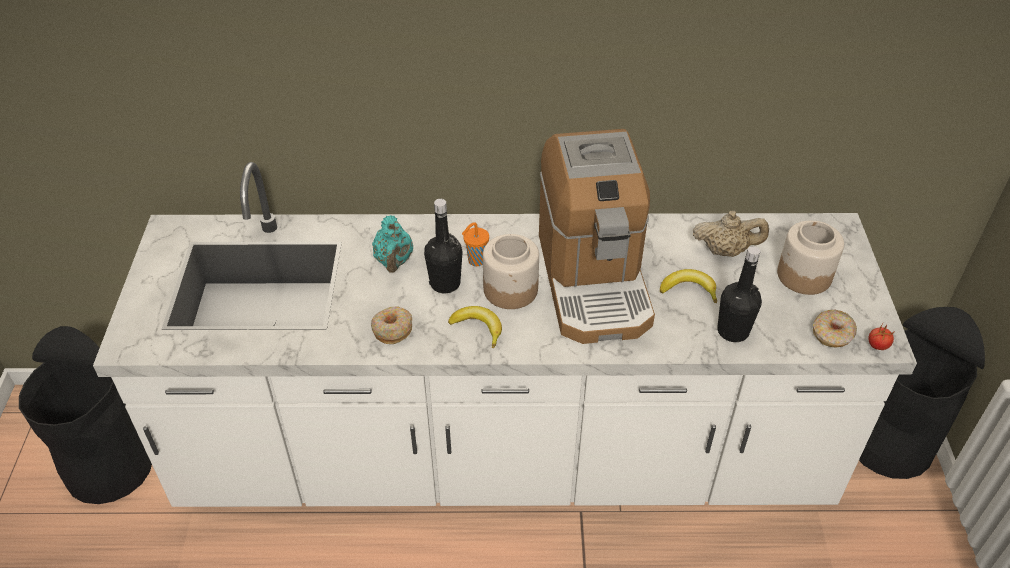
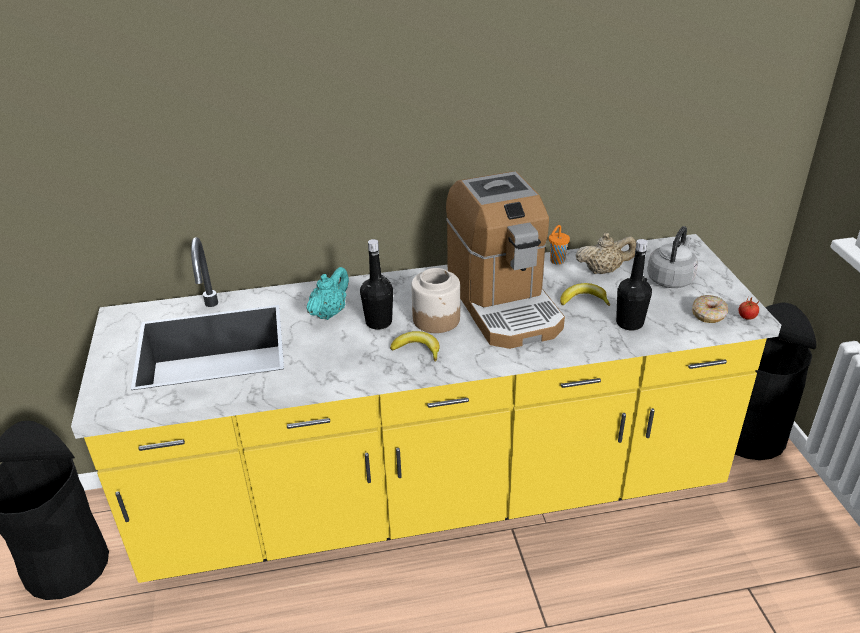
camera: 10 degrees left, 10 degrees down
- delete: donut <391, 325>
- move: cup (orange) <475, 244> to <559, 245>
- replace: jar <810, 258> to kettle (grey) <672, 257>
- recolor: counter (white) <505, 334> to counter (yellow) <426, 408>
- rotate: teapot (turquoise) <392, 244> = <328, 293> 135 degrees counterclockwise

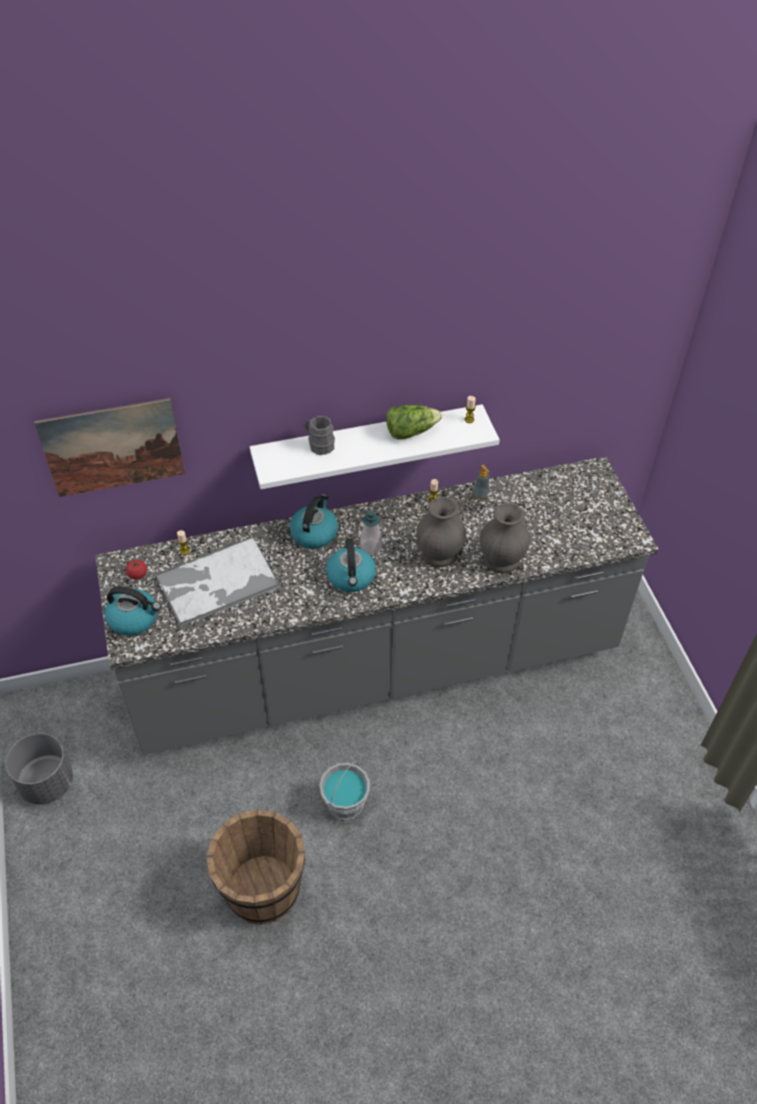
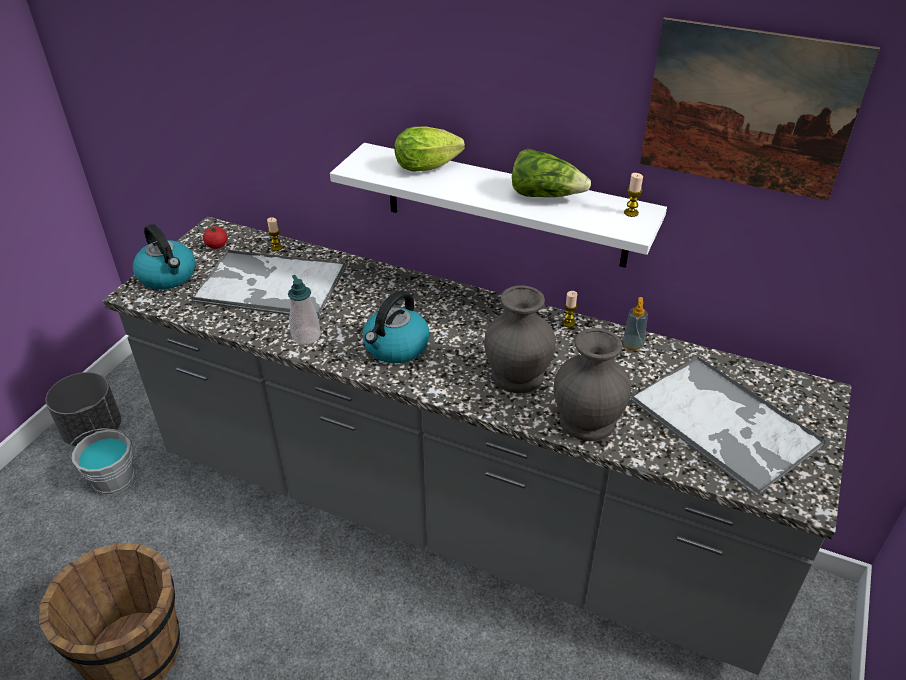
camera: 40 degrees right, 10 degrees down
- delete: kettle <314, 521>
- insert: tray <728, 426>
- move: picture <109, 447> to <760, 109>
- move: bucket (grey) <344, 790> to <102, 461>
- move: soap dispenser <371, 532> to <304, 310>
- replace: mug (grey) <320, 435> to lettuce <429, 149>

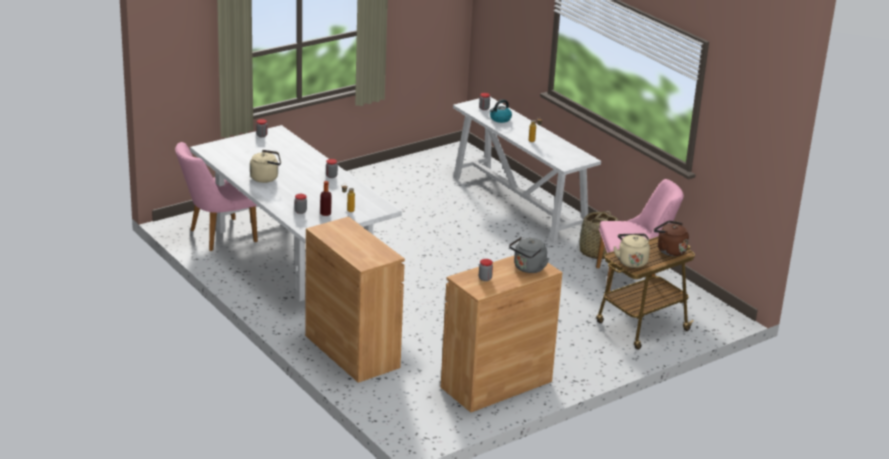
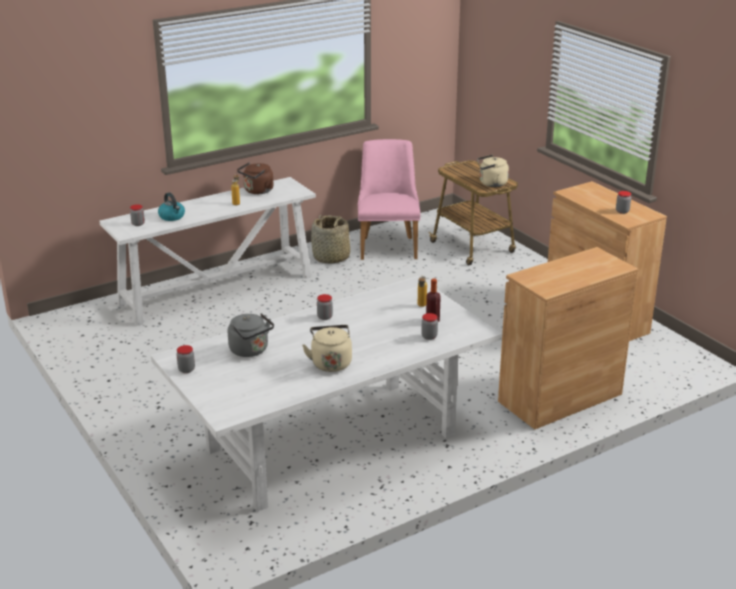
camera: 85 degrees left, 0 degrees up
- delete: chair (pink) <216, 196>
- move: kettle (grey) <529, 255> to <251, 335>
- move: kettle (brown) <671, 238> to <255, 178>

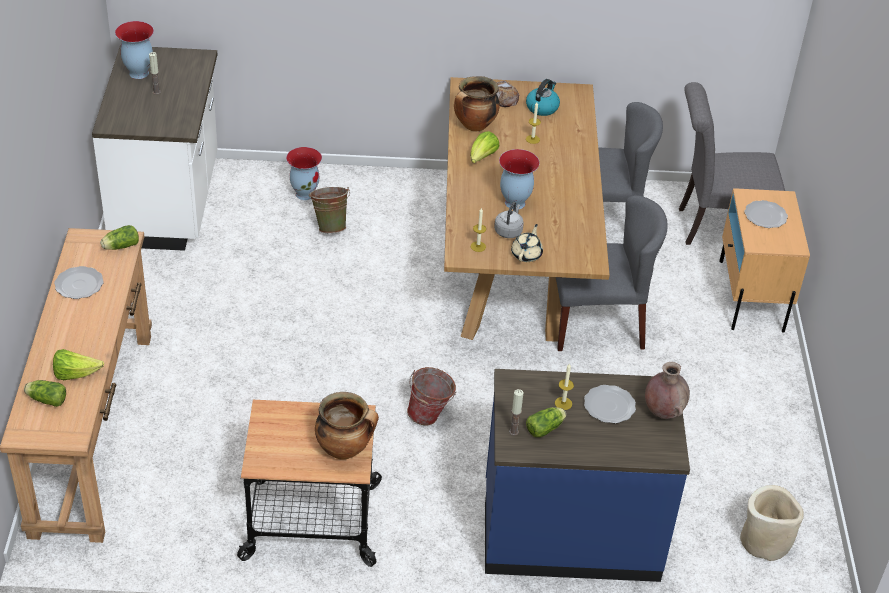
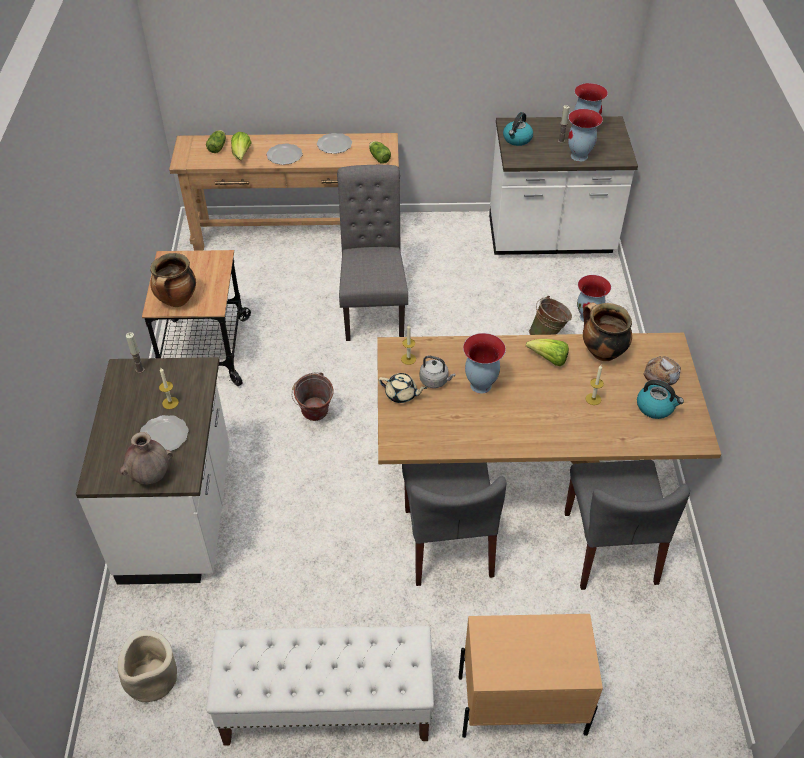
camera: 90 degrees right, 5 degrees up
- delete: lettuce <546, 422>
- insert: bench (white) <320, 686>
- insert: kettle <518, 129>
- insert: vase <585, 135>
- move: chair (grey) <732, 163> to <372, 253>
- move: plate <766, 214> to <284, 154>
- recolor: counter (blue) <587, 475> to counter (white) <152, 471>

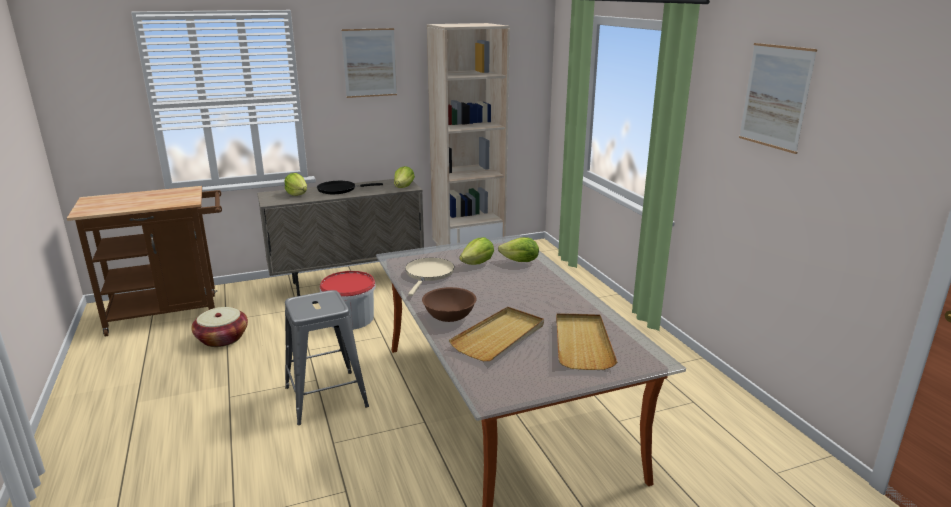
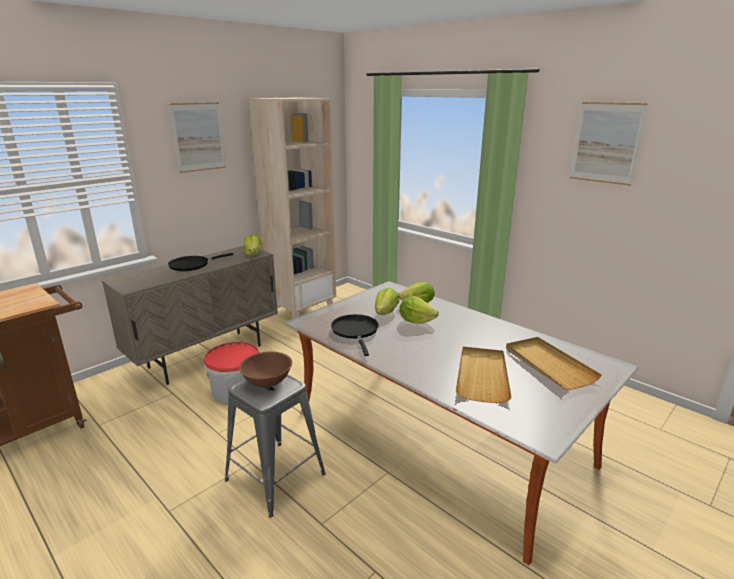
camera: 25 degrees left, 0 degrees up
- delete: basket <219, 327>
- move: lettuce <296, 184> to <419, 310>
- move: bowl (brown) <449, 304> to <265, 369>
- recolor: frying pan (beige) <429, 277> to frying pan (black) <355, 335>

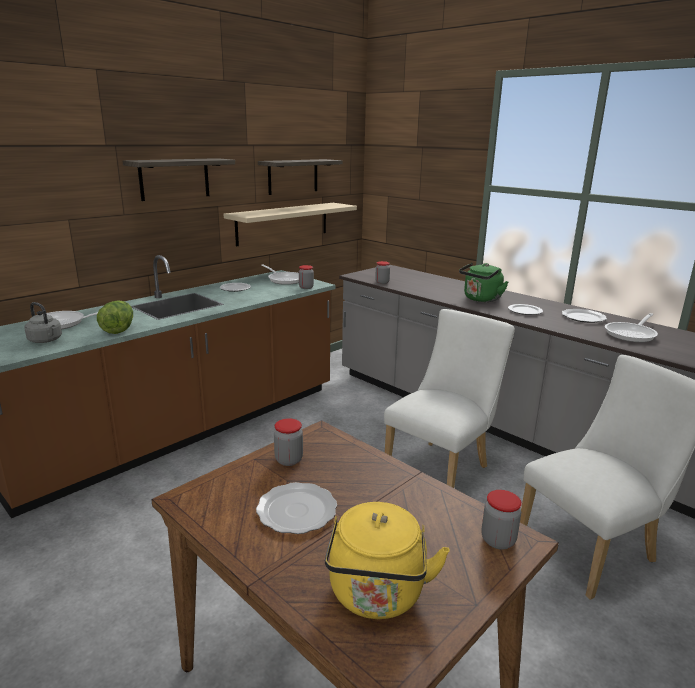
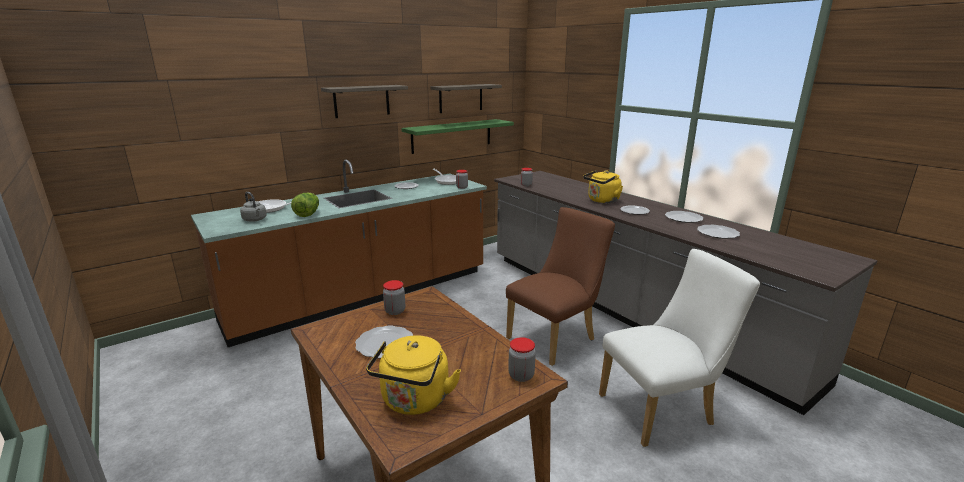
camera: 10 degrees right, 0 degrees up
- replace: frying pan <631, 328> to plate <718, 232>
- recolor: shelf (beige) <290, 224> to shelf (green) <457, 136>
- recolor: chair (white) <449, 398> to chair (brown) <560, 286>
- recolor: kettle (green) <484, 282> to kettle (yellow) <603, 186>

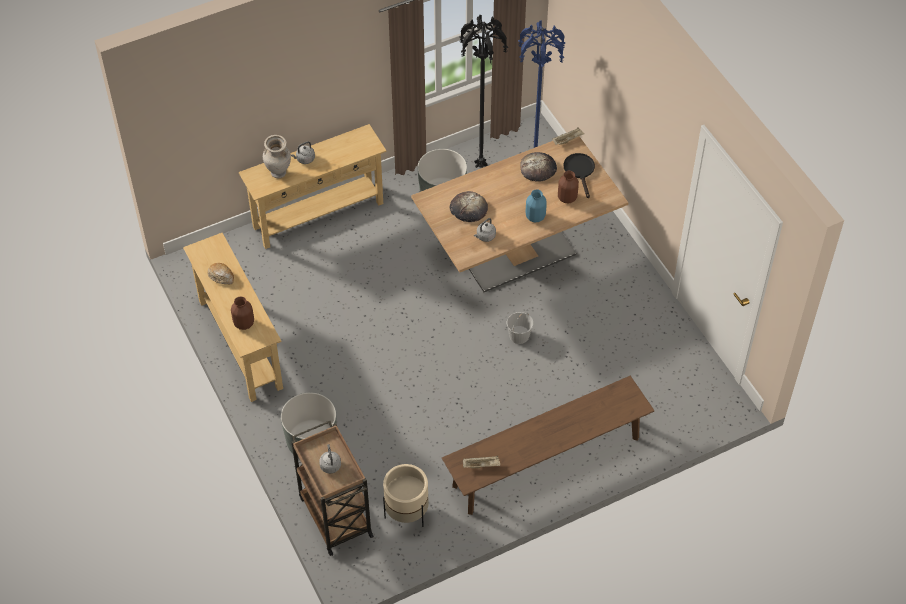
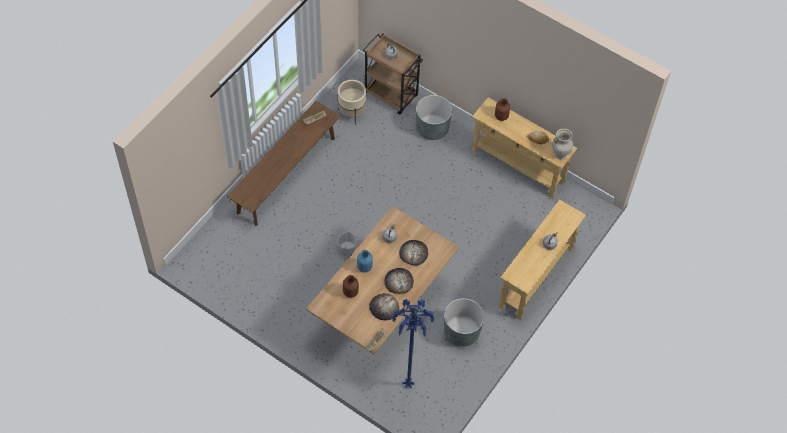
camera: 150 degrees right, 5 degrees up
- delete: floor lamp (black) <483, 91>
- delete: frying pan (black) <579, 175>
- insert: bread <399, 281>
- move: vase (beige) <277, 156> to <562, 143>

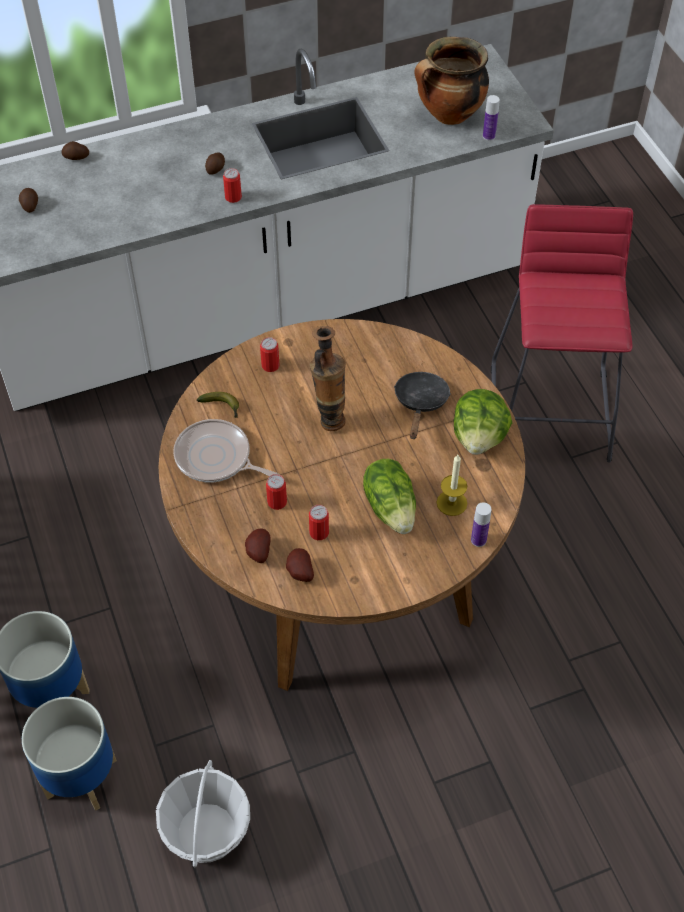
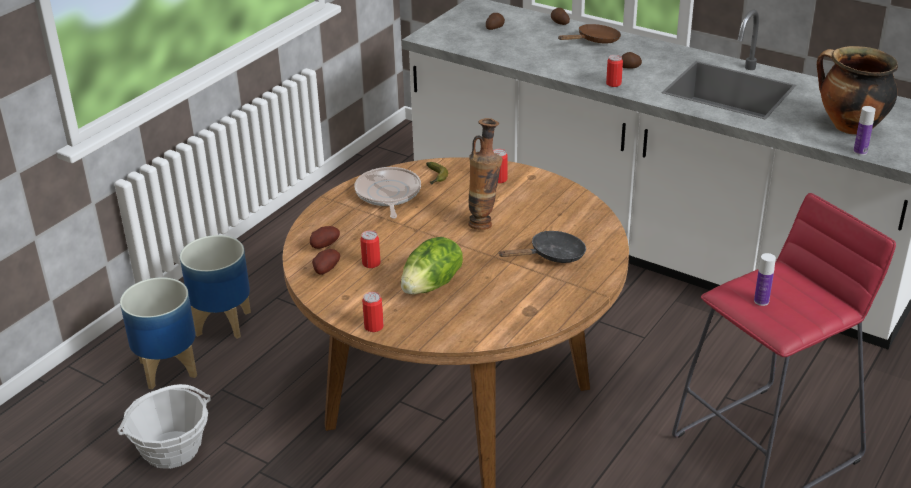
camera: 55 degrees right, 20 degrees down
- delete: candle <451, 485>
- delete: lettuce <483, 422>
- insert: frying pan (brown) <589, 33>
- move: can <276, 492> to <373, 312>
- move: bottle <481, 524> to <765, 279>

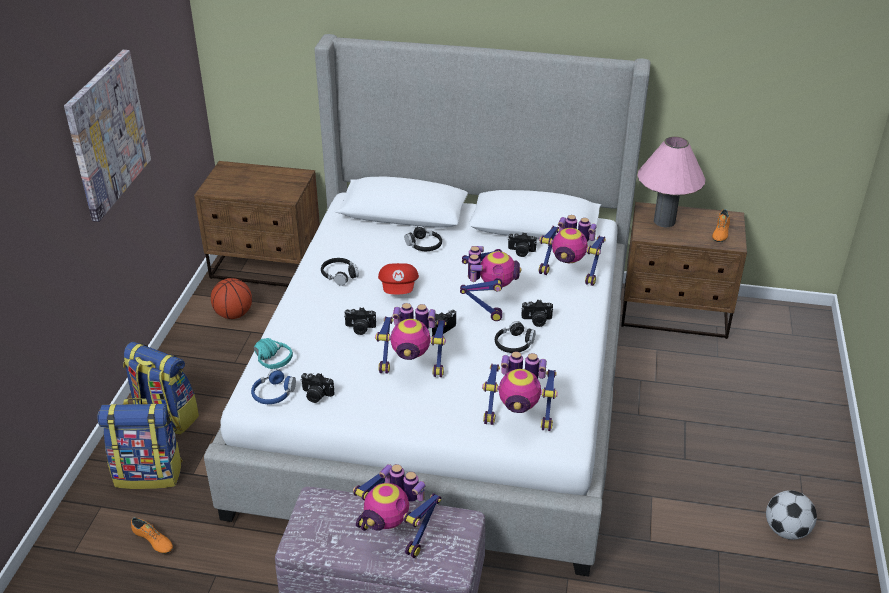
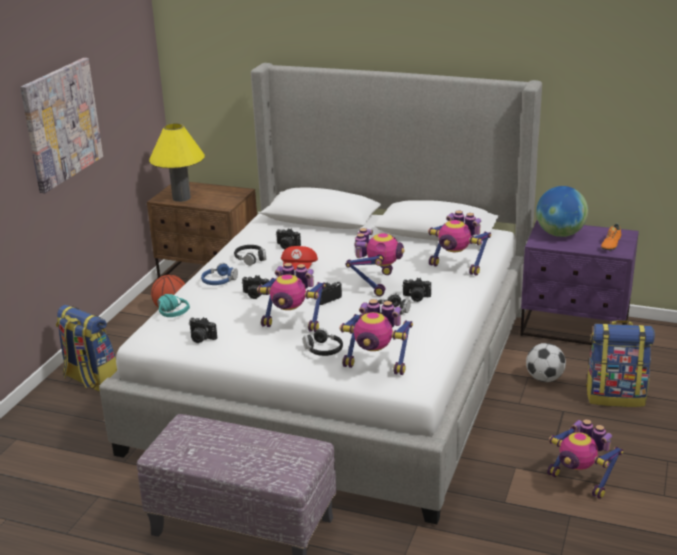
camera: 10 degrees right, 10 degrees down
- delete: shoe (orange) <152, 535>
- insert: table lamp (yellow) <177, 162>
- move: backpack <140, 443> to <620, 363>
- move: headphones (blue) <273, 386> to <219, 274>
- move: toy robot <397, 511> to <585, 459>
- move: headphones (black) <423, 238> to <323, 342>
- move: photo camera <522, 244> to <288, 238>
- move: football <791, 515> to <546, 362>
- replace: table lamp (pink) <671, 181> to globe <562, 211>
- recolor: nightstand (brown) <684, 270> to nightstand (purple) <579, 282>

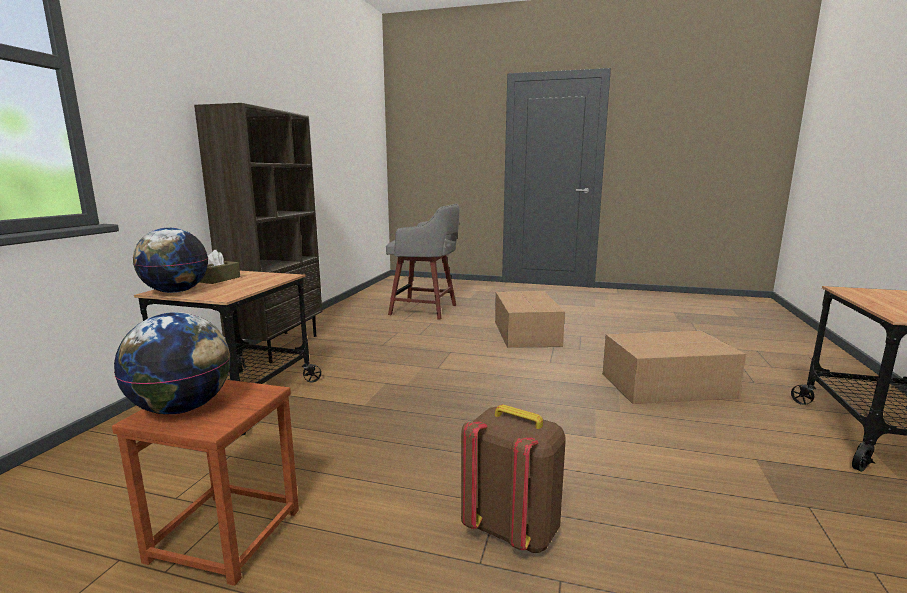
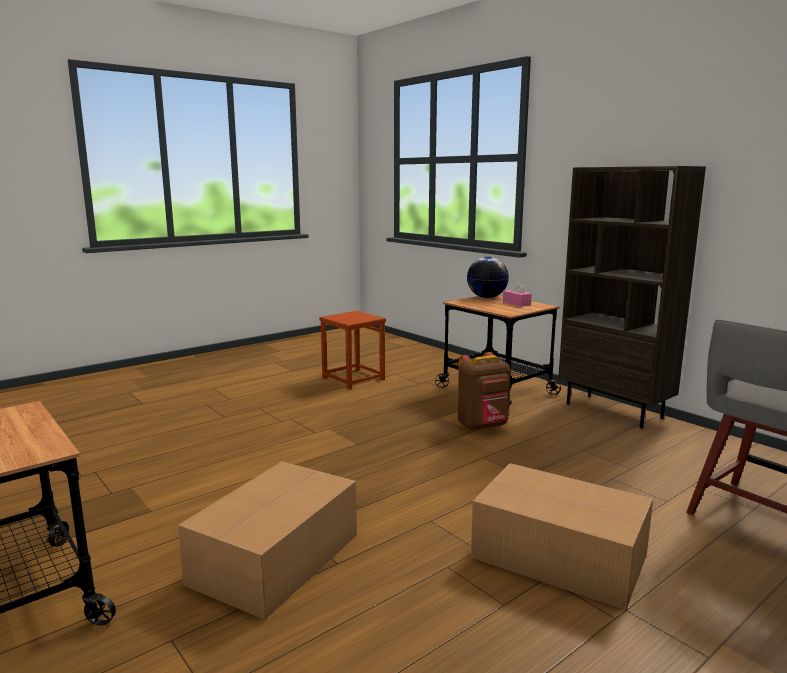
camera: 125 degrees right, 0 degrees up
- delete: globe <172, 363>
- move: backpack (brown) <513, 479> to <484, 391>
- recolor: tissue box (brown) <220, 267> to tissue box (pink) <517, 294>

